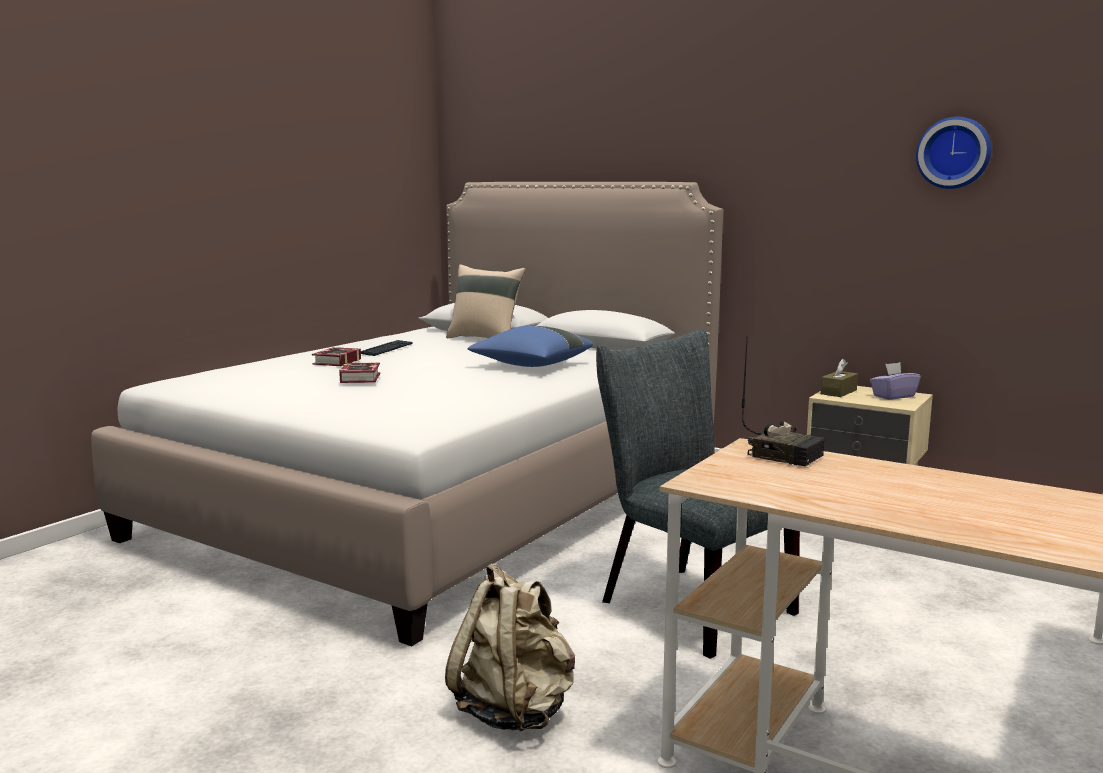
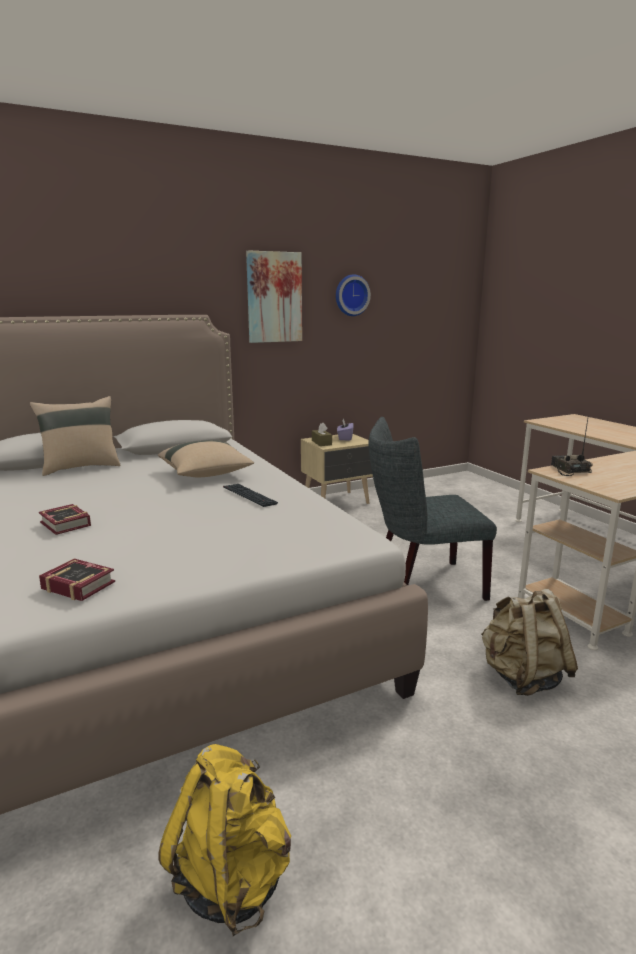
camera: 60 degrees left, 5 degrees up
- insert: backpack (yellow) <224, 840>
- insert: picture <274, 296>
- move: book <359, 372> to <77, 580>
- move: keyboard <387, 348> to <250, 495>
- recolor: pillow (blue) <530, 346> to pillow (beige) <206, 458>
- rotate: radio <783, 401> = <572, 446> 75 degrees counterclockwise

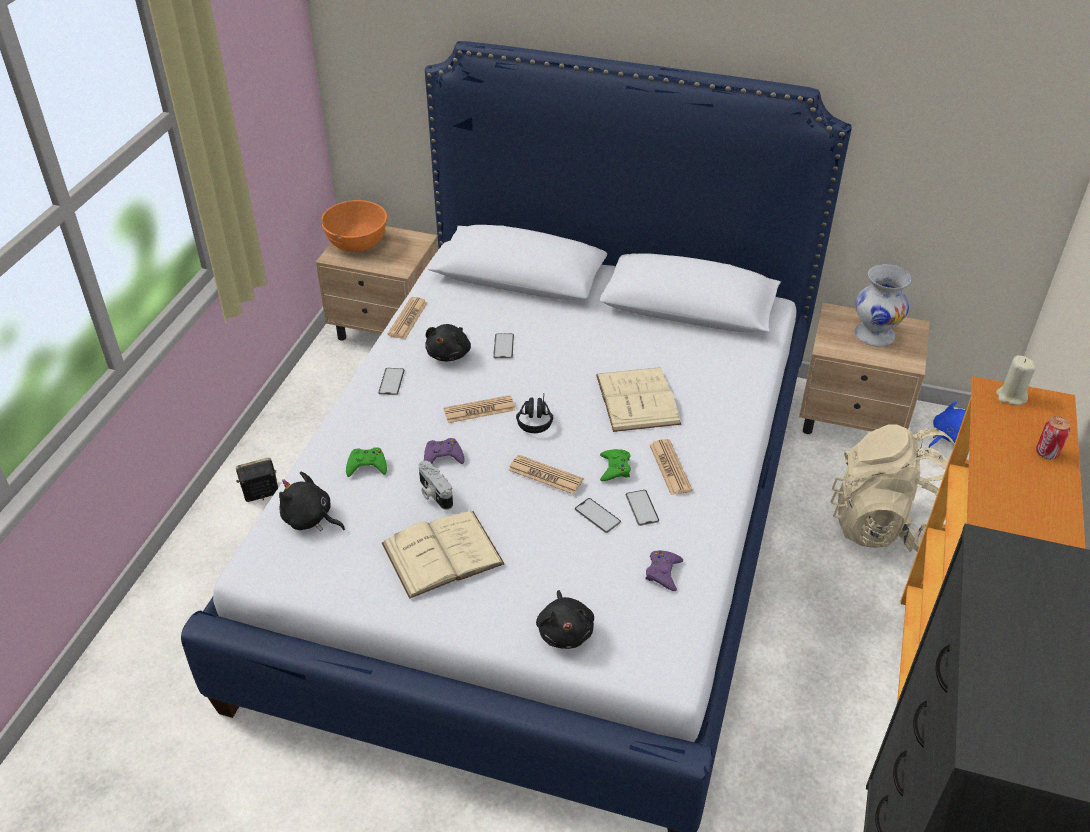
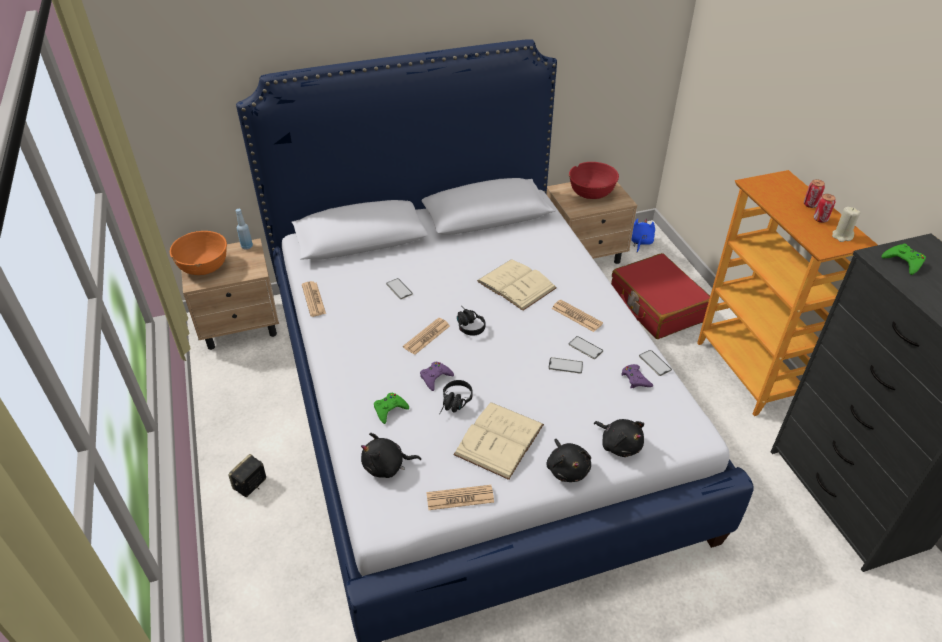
camera: 35 degrees left, 0 degrees up
- insert: bottle (blue) <244, 229>
- insert: can <825, 208>
- move: phone <391, 381> to <655, 363>
- move: plush toy (black) <448, 342> to <569, 460>
- move: newspaper <545, 474> to <460, 497>
- move: game controller (green) <615, 465> to <904, 259>
- move: candle (beige) <1016, 380> to <846, 224>
- replace: photo camera <436, 485> to headphones (black) <456, 397>
- replace: backpack (beige) <893, 488> to suitcase (red) <660, 296>
- replace: vase (white) <883, 305> to bowl (red) <594, 180>

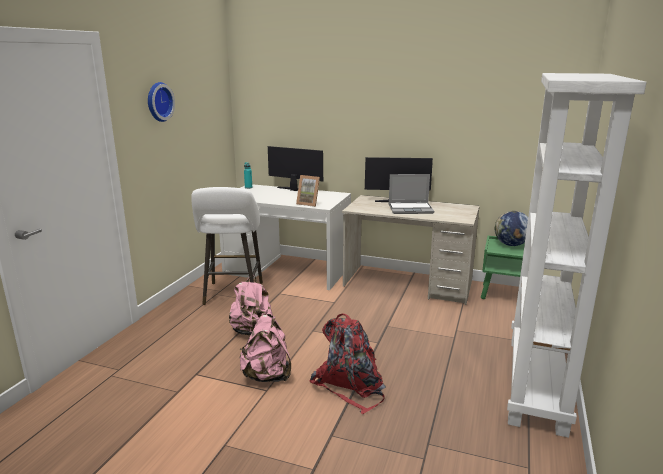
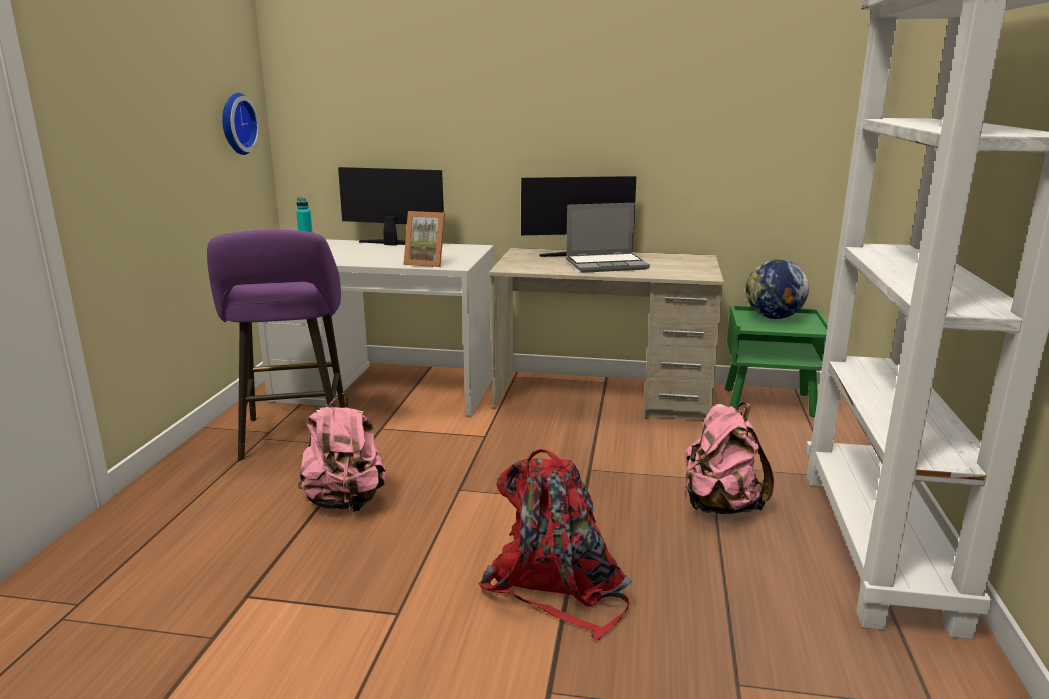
camera: 10 degrees left, 0 degrees up
- move: wall clock <161, 102> to <241, 124>
- move: backpack (pink) <265, 348> to <729, 458>
- recolor: stool (white) <227, 246> to stool (purple) <276, 344>

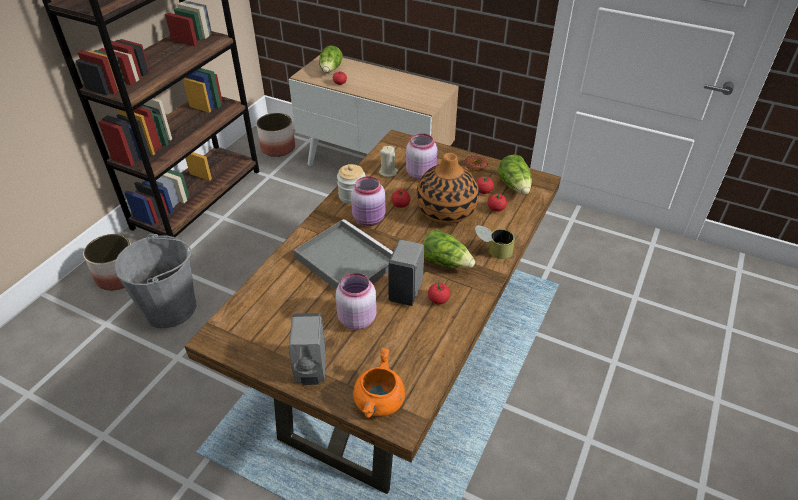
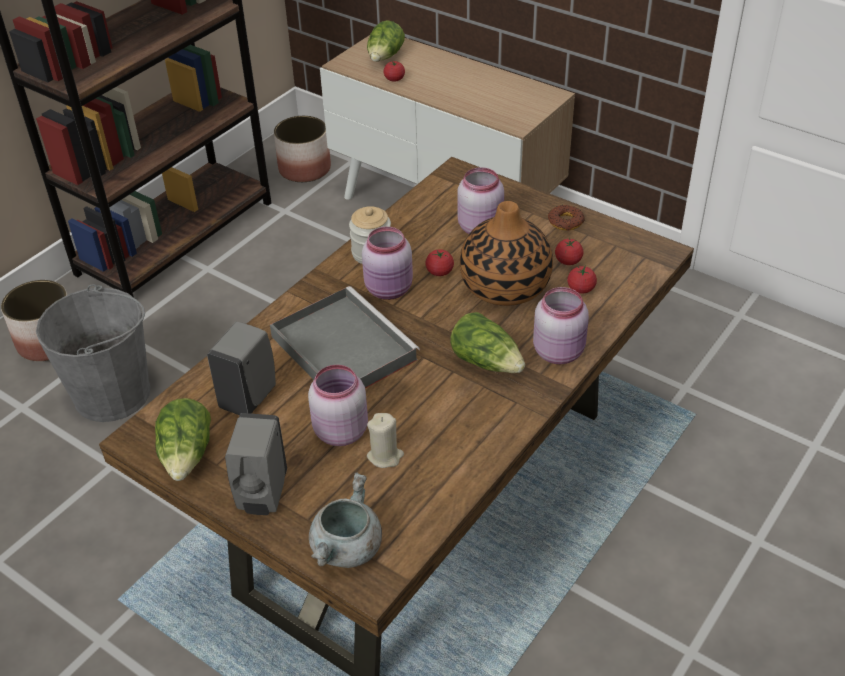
camera: 10 degrees right, 0 degrees up
- delete: tomato <439, 293>
- move: candle (beige) <388, 161> to <385, 440>
- move: soap dispenser (grey) <406, 273> to <241, 368>
- move: lettuce <515, 174> to <183, 439>
- replace: can <495, 242> to jar (pink) <561, 325>
- recolor: cooking pot (orange) <379, 383> to cooking pot (grey) <345, 520>

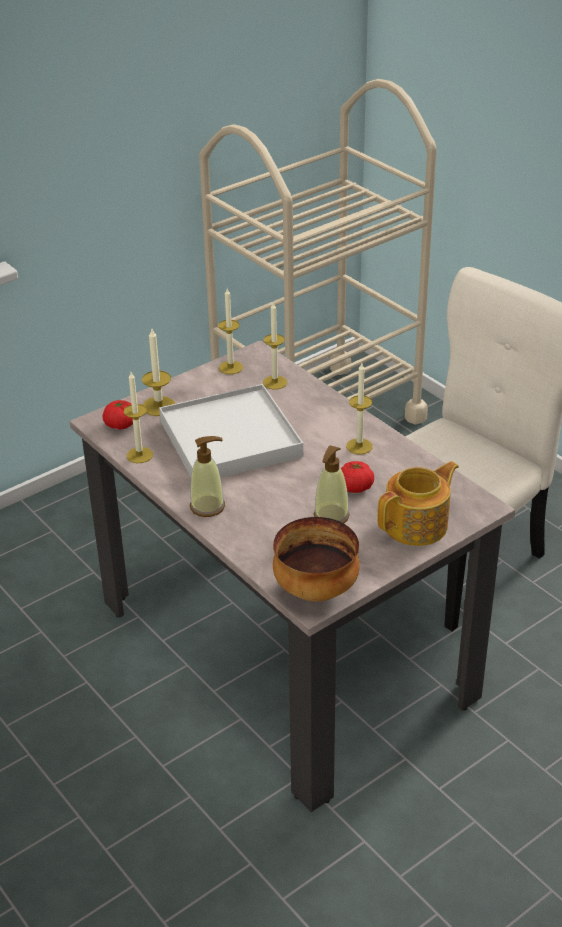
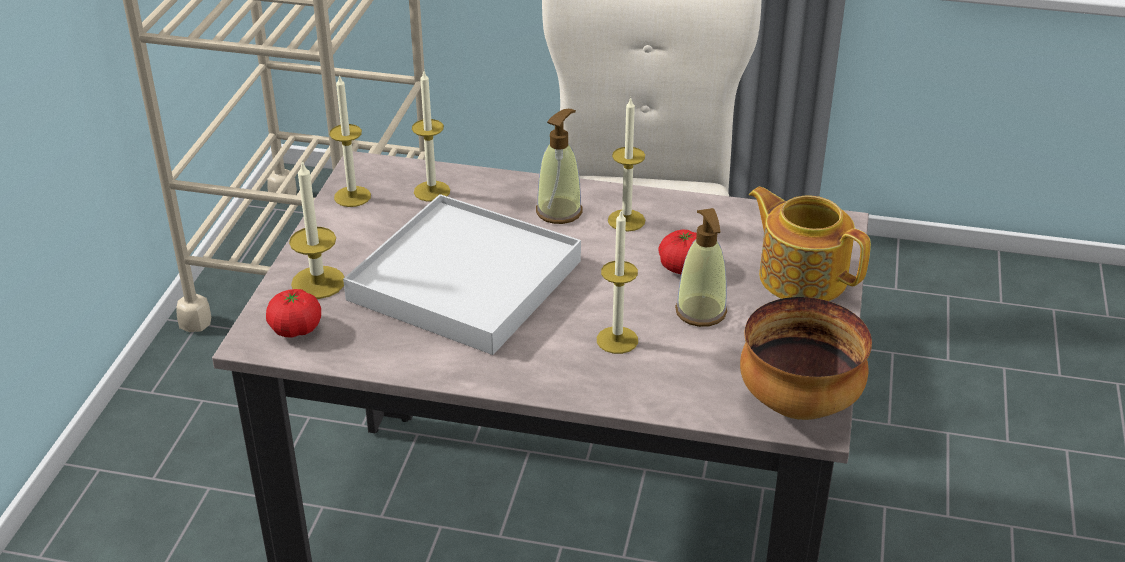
camera: 40 degrees left, 0 degrees up
- move: candle <138, 417> to <617, 281>
- move: soap dispenser <207, 476> to <559, 166>
- rotate: teapot <418, 503> = <810, 244> 60 degrees counterclockwise

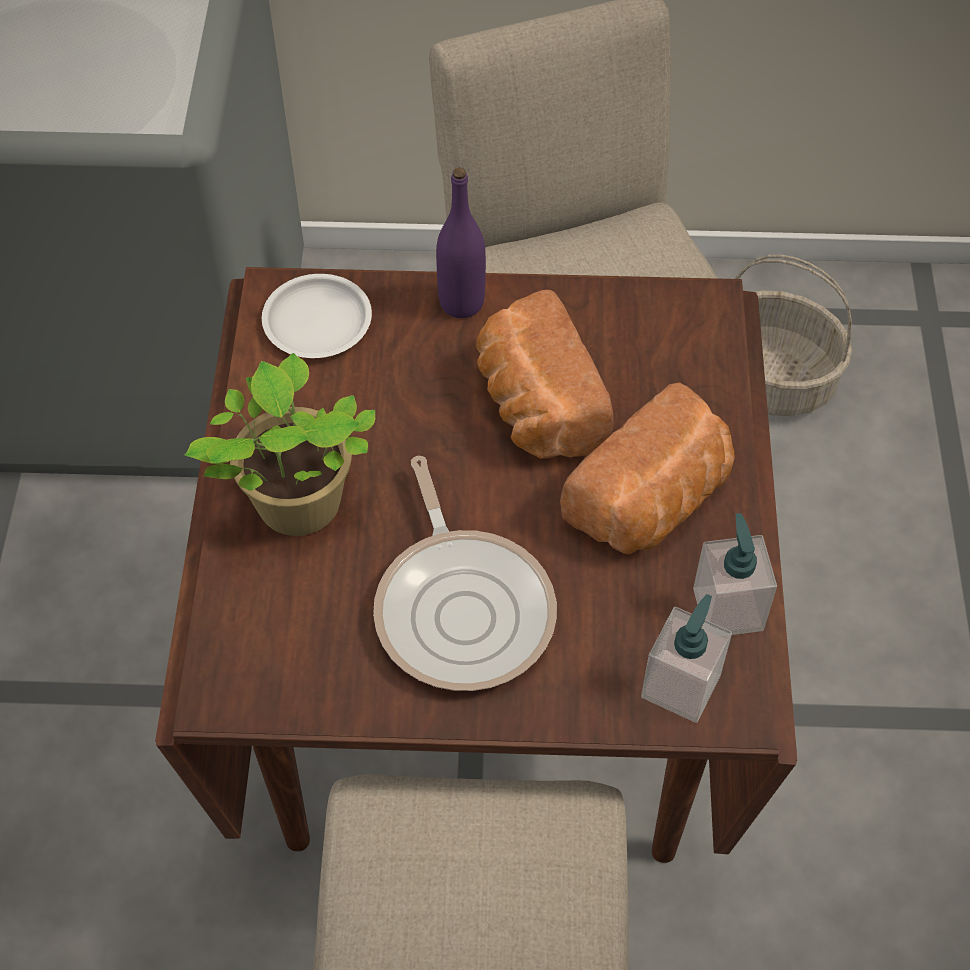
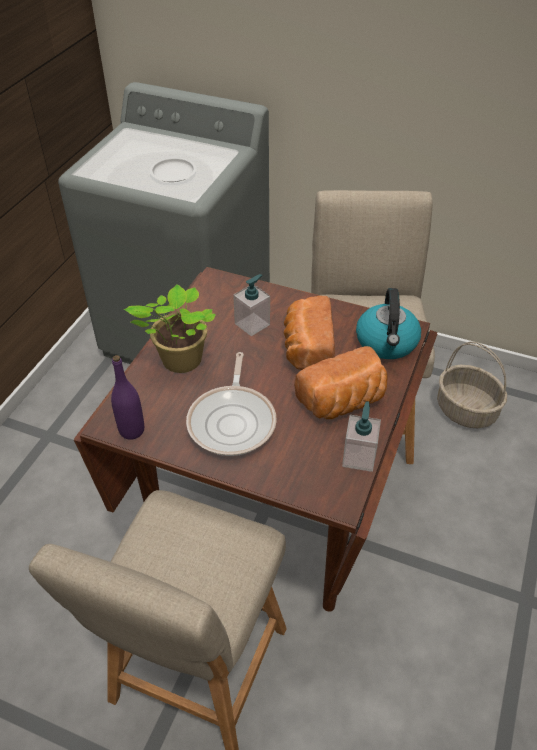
camera: 20 degrees right, 10 degrees down
- insert: kettle <388, 323>
- move: plate (white) <317, 316> to <173, 170>
- move: bottle (purple) <461, 243> to <127, 397>
- move: soap dispenser <686, 658> to <251, 305>

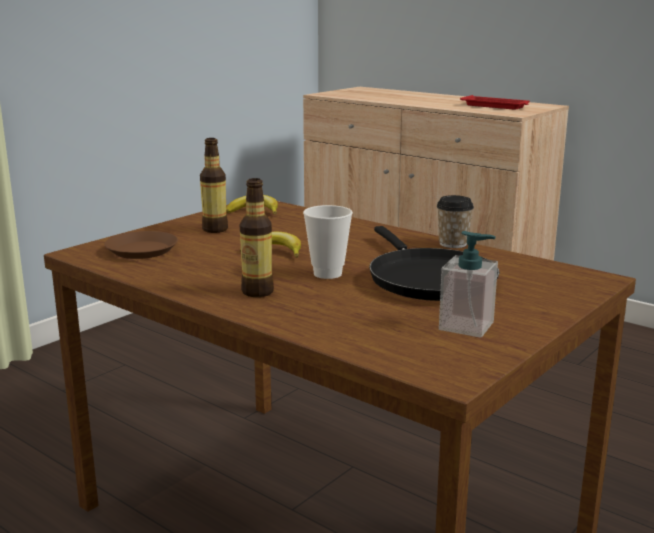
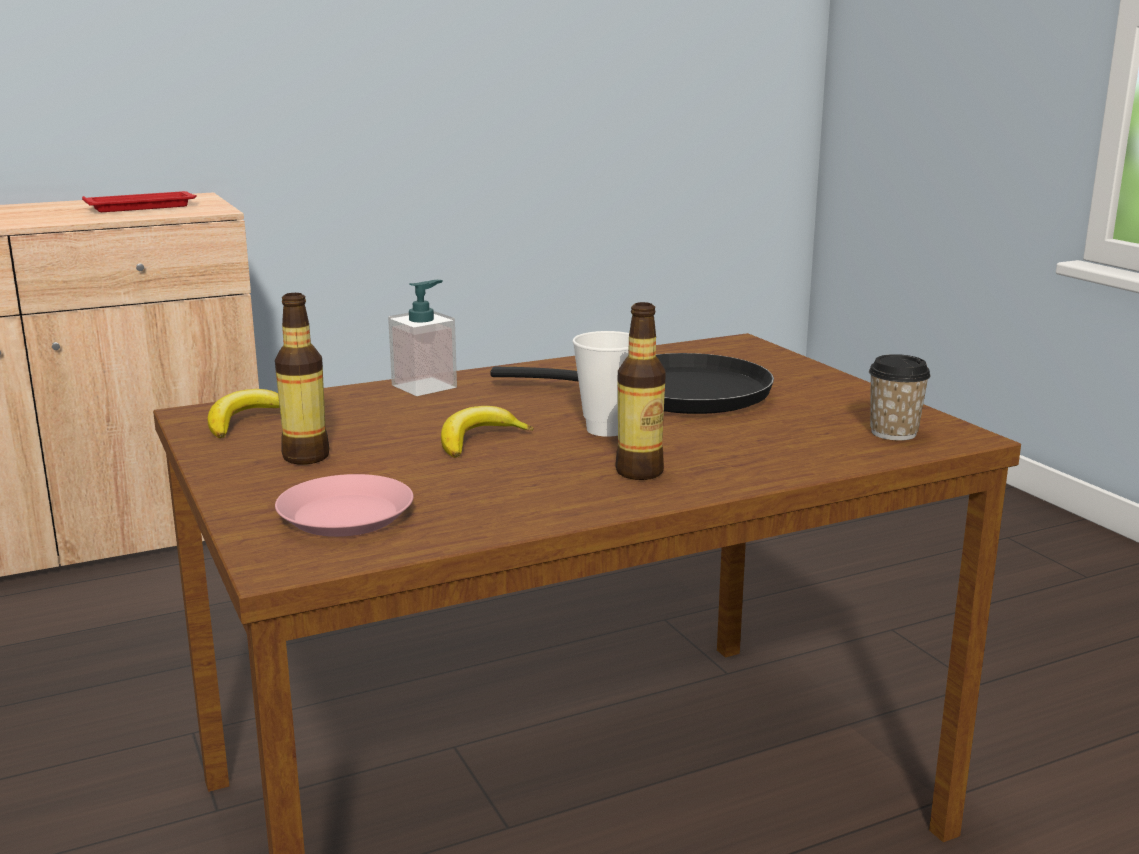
camera: 65 degrees left, 0 degrees up
- move: cup <455, 221> to <900, 397>
- move: soap dispenser <468, 284> to <422, 338>
- recolor: plate (brown) <141, 245> to plate (pink) <344, 505>

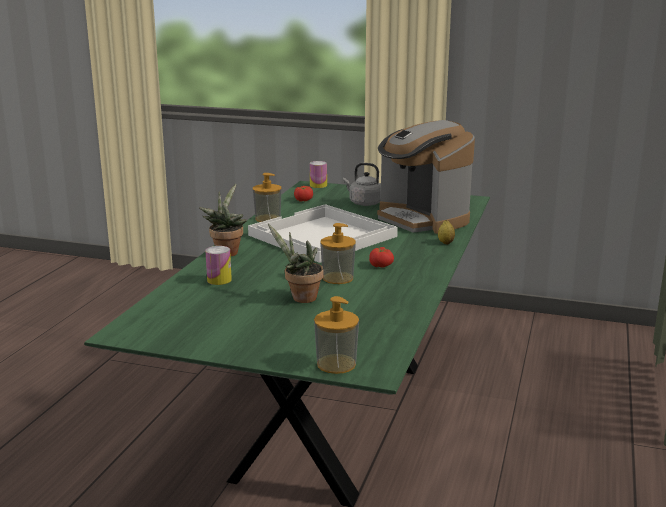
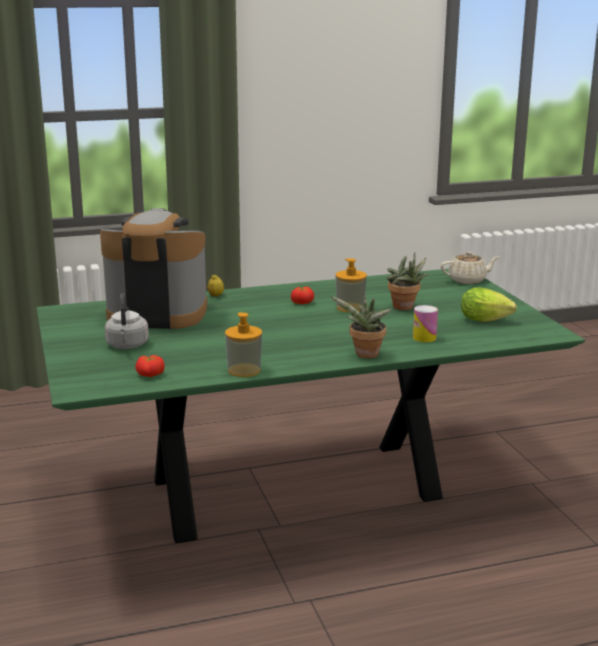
camera: 125 degrees left, 0 degrees up
- delete: tray (white) <323, 233>
- delete: can <318, 174>
- insert: lettuce <489, 304>
- replace: soap dispenser <336, 335> to teapot (beige) <470, 267>
- rotate: coffee machine <426, 177> = <153, 268> 105 degrees counterclockwise

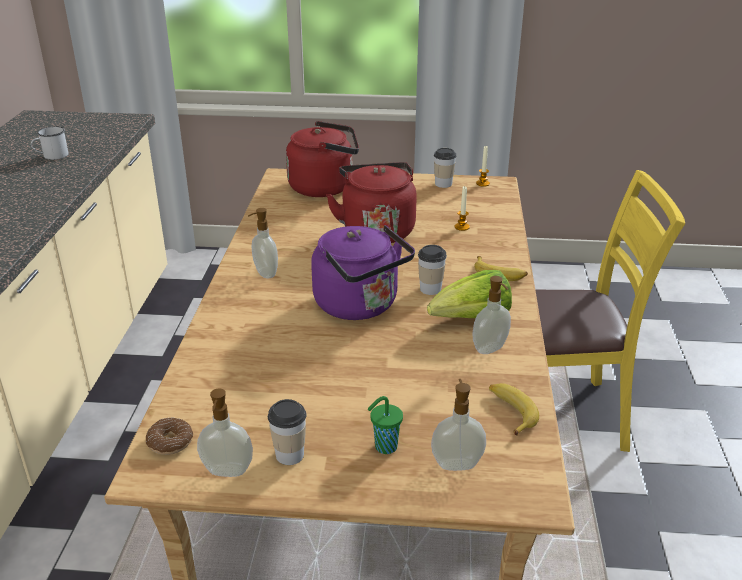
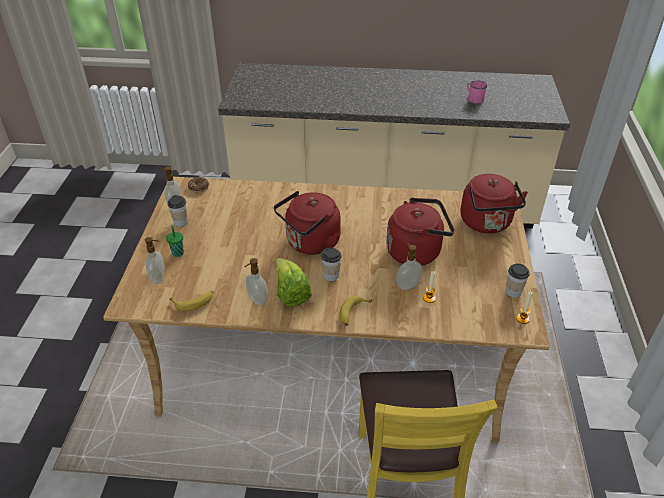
camera: 90 degrees right, 10 degrees up
- move: soap dispenser <263, 243> to <409, 266>
- recolor: mug (white) <50, 143> to mug (pink) <477, 92>
- recolor: kettle (purple) <363, 272> to kettle (red) <307, 223>

